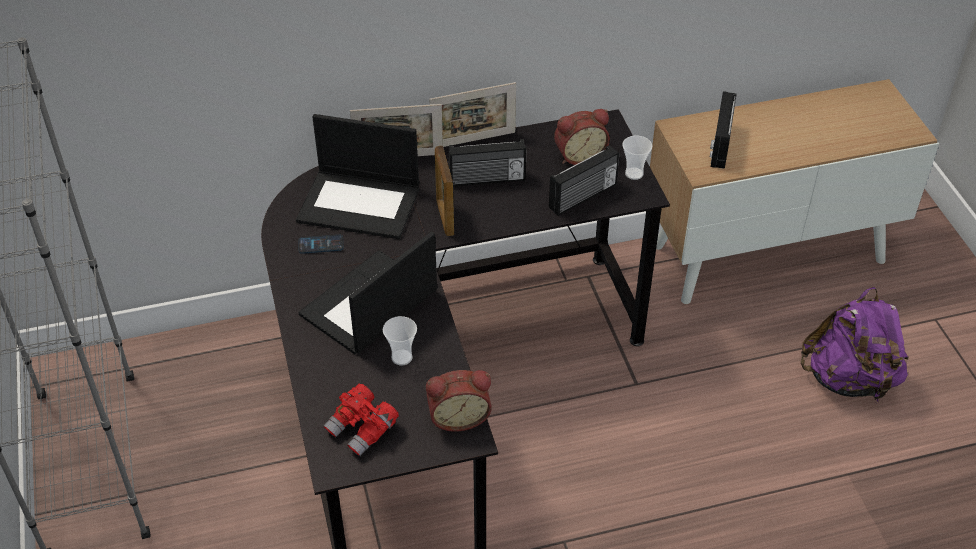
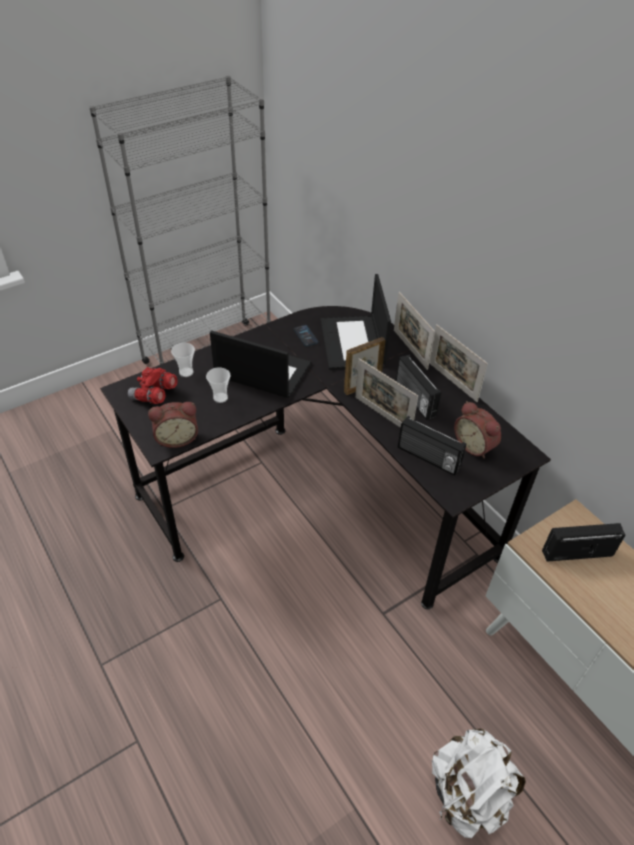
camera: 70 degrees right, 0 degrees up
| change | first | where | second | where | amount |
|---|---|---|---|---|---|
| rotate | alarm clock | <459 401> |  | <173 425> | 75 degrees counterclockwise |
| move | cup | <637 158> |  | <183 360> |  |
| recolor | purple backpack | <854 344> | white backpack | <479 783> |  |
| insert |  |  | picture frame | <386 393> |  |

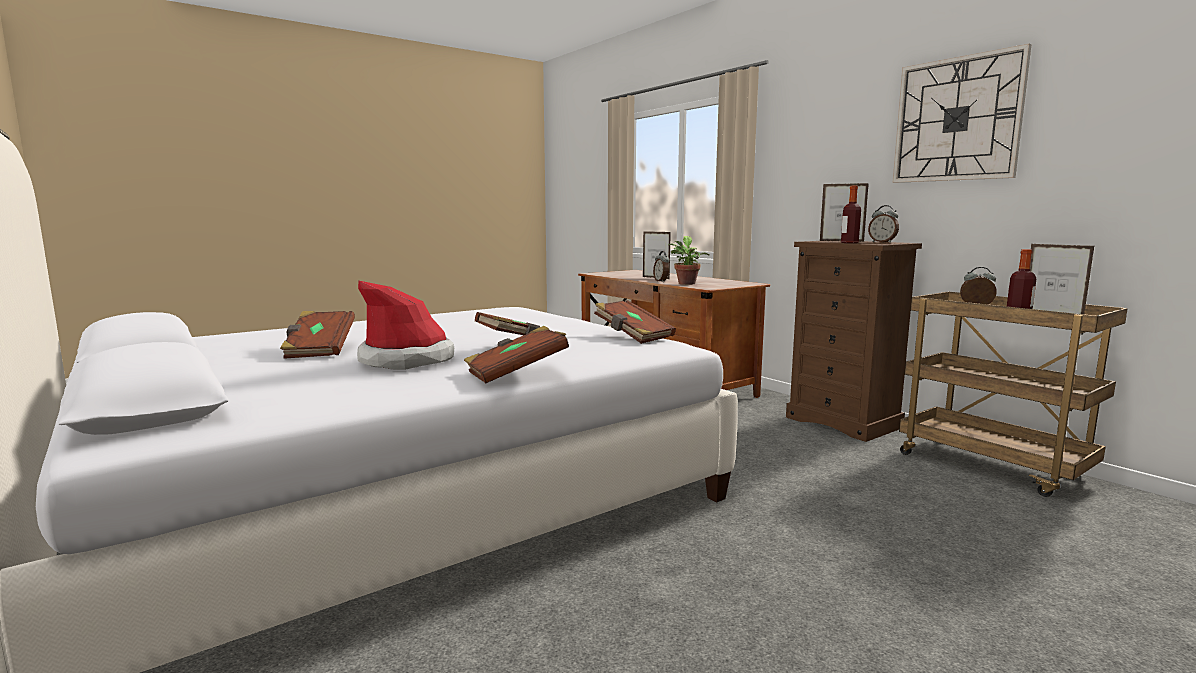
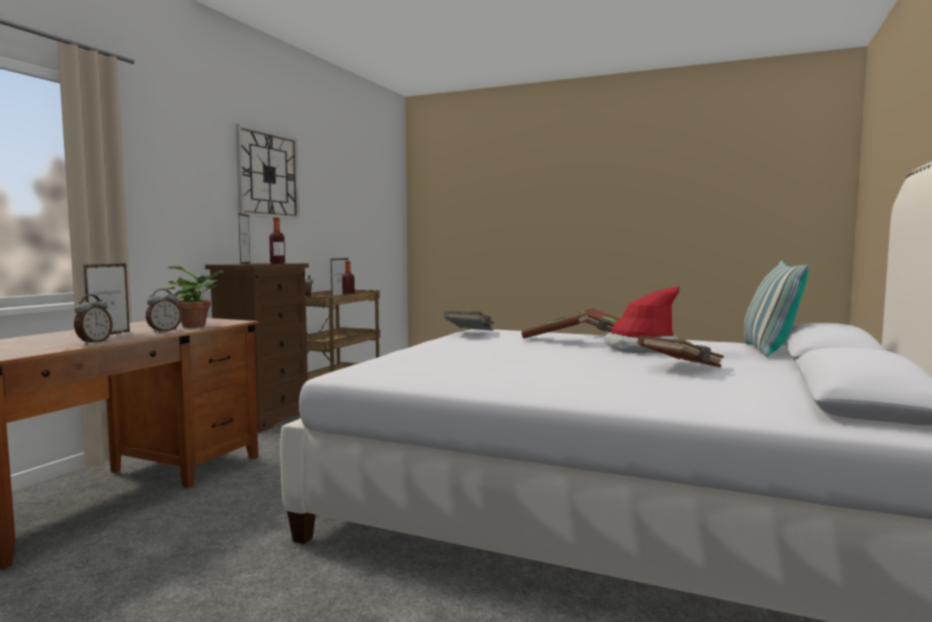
camera: 120 degrees left, 5 degrees down
| change | first | where | second | where | amount |
|---|---|---|---|---|---|
| recolor | brown book | <635 322> | grey book | <469 321> |  |
| move | alarm clock | <883 224> |  | <93 319> |  |
| insert |  |  | pillow | <776 309> |  |

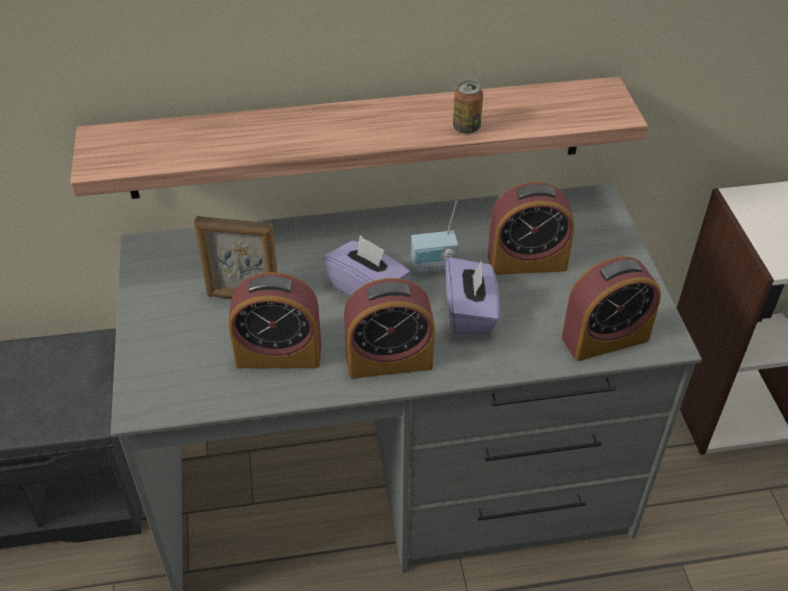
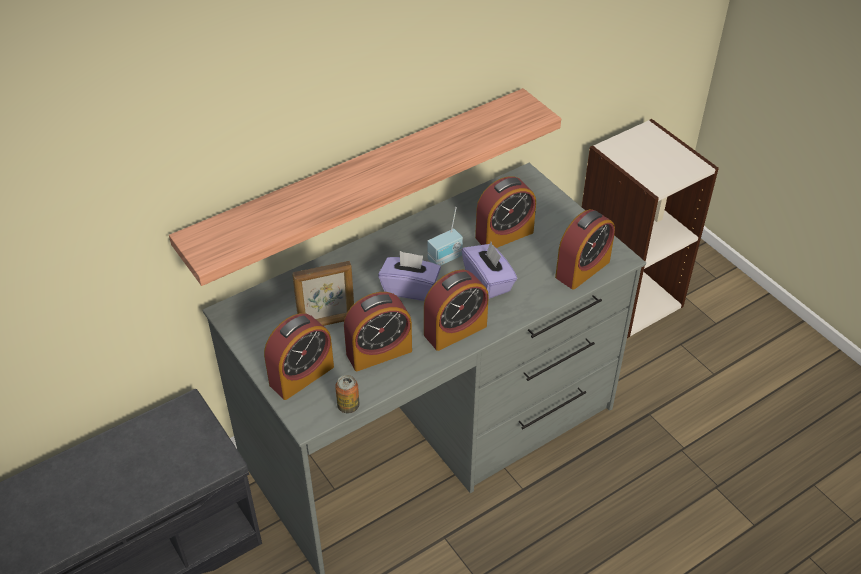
camera: 25 degrees left, 0 degrees up
| change | first | where | second | where | amount |
|---|---|---|---|---|---|
| move | can | <468 107> |  | <347 394> |  |
| insert |  |  | alarm clock | <299 356> |  |

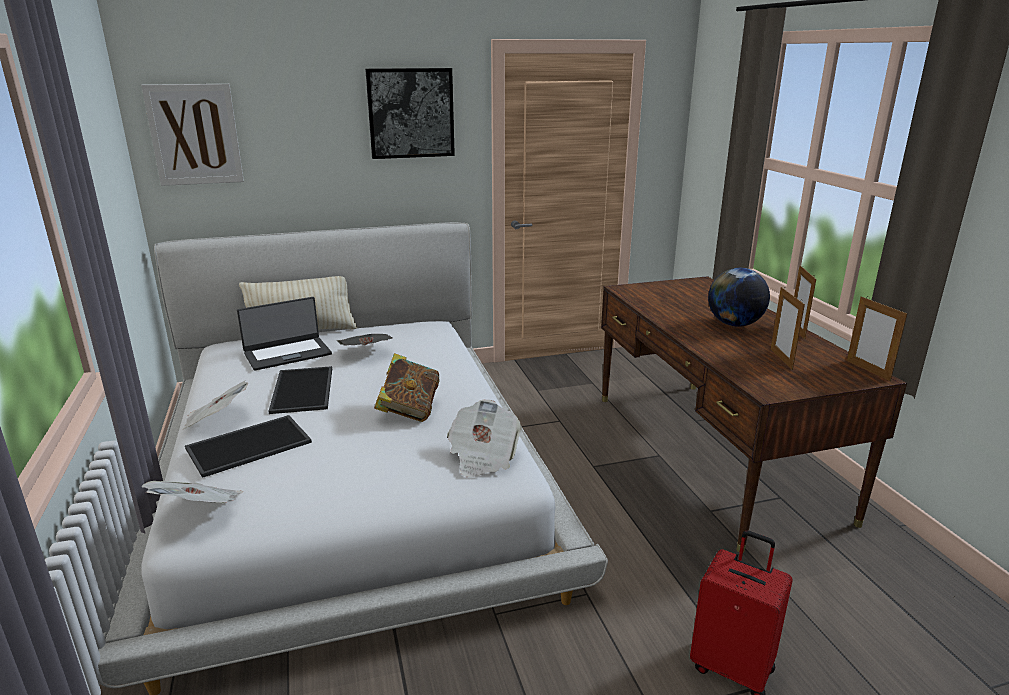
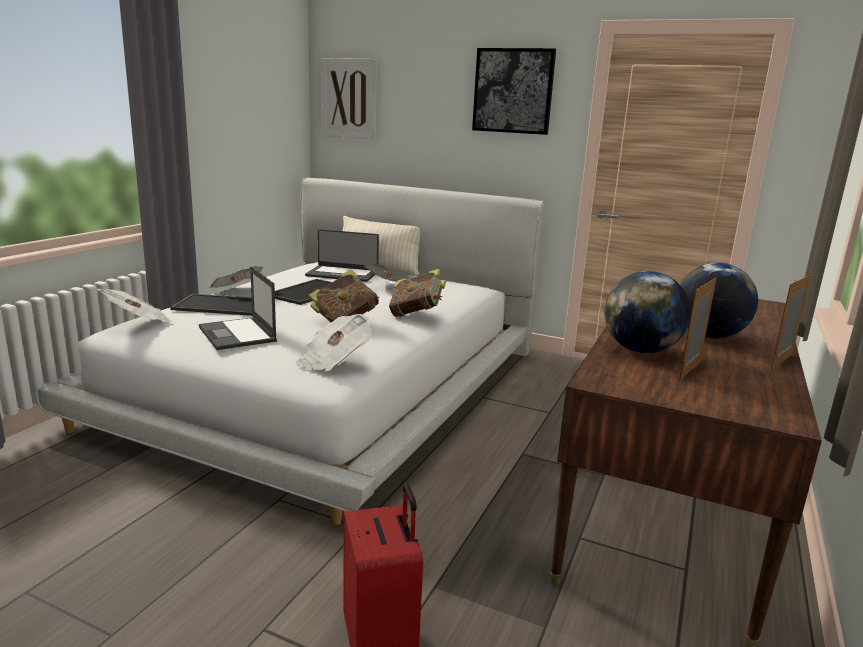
camera: 40 degrees right, 5 degrees down
| change | first | where | second | where | amount |
|---|---|---|---|---|---|
| delete | picture frame | <877 338> |  |  |  |
| insert |  |  | laptop | <238 308> |  |
| insert |  |  | book | <417 293> |  |
| insert |  |  | globe | <648 312> |  |

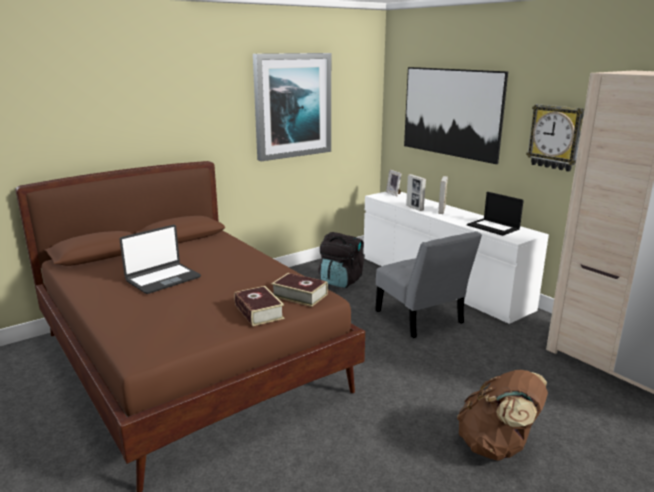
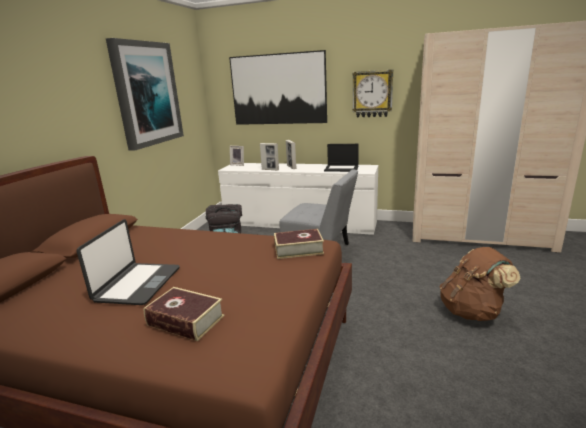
camera: 35 degrees left, 0 degrees up
| change | first | where | second | where | amount |
|---|---|---|---|---|---|
| move | book | <259 306> |  | <183 314> |  |

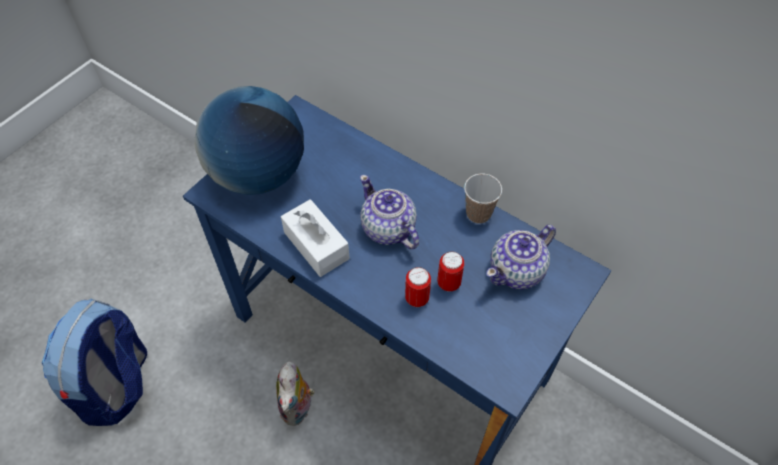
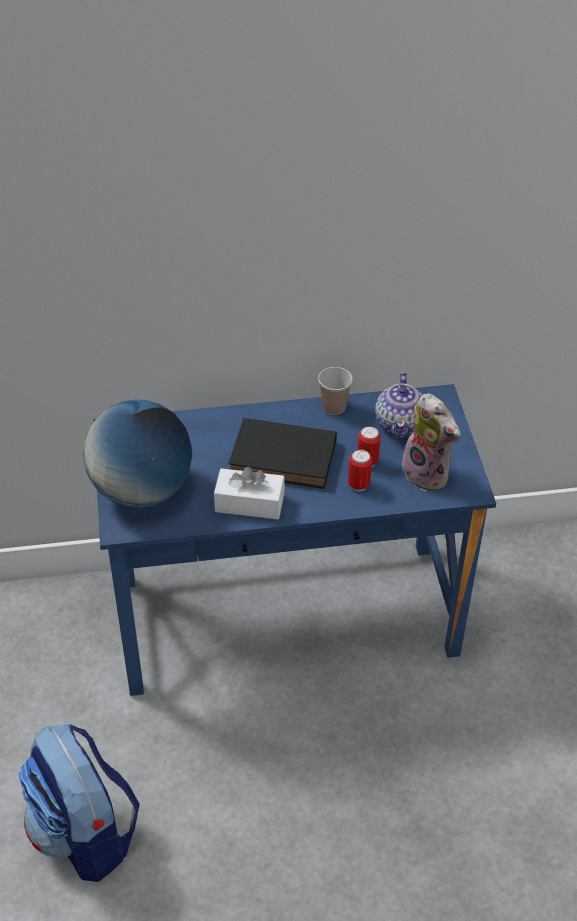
camera: 45 degrees left, 10 degrees down
| change | first | where | second | where | amount |
|---|---|---|---|---|---|
| move | plush toy | <295 393> |  | <430 442> |  |
| replace | teapot | <389 212> | black book | <283 453> |  |

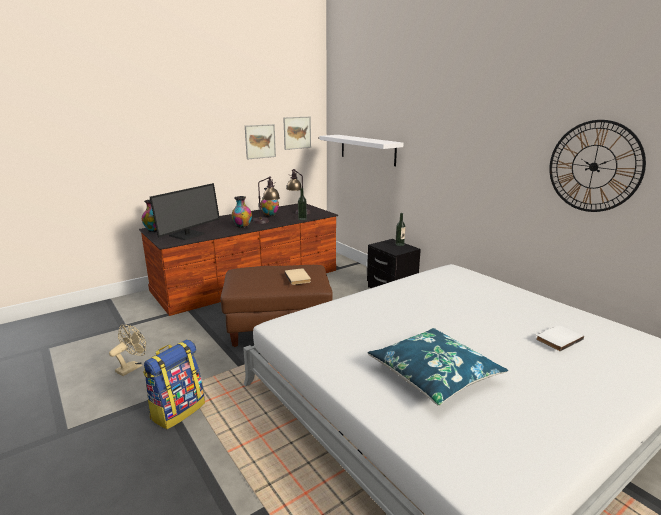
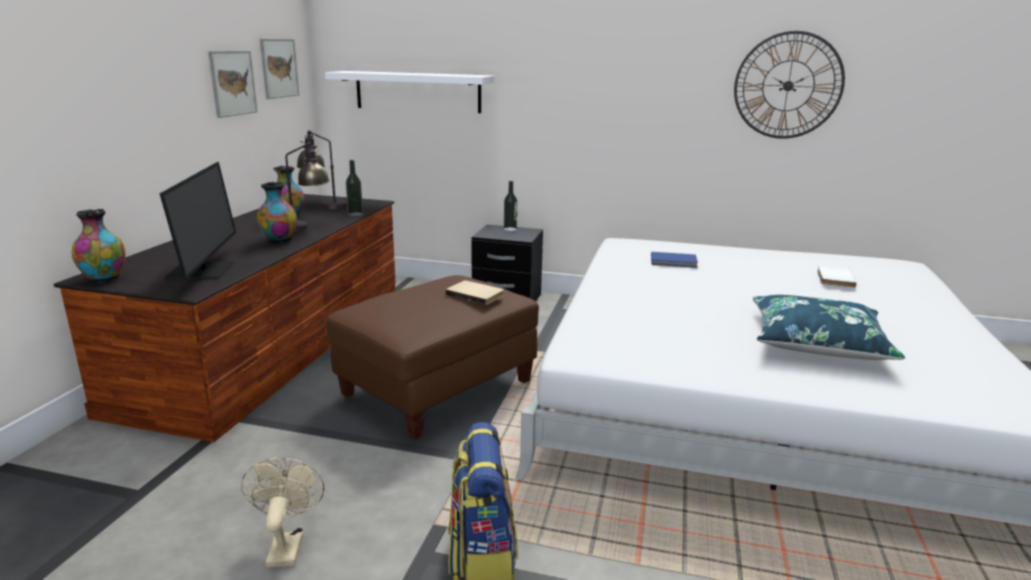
camera: 40 degrees left, 0 degrees up
| change | first | where | second | where | amount |
|---|---|---|---|---|---|
| insert |  |  | blue book | <674 260> |  |

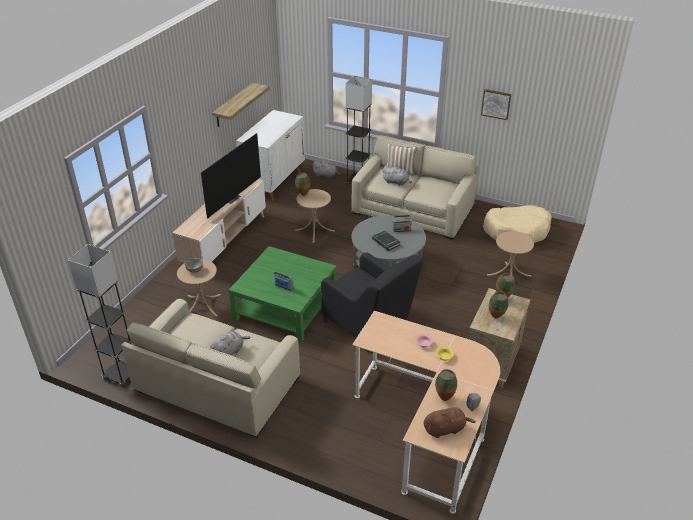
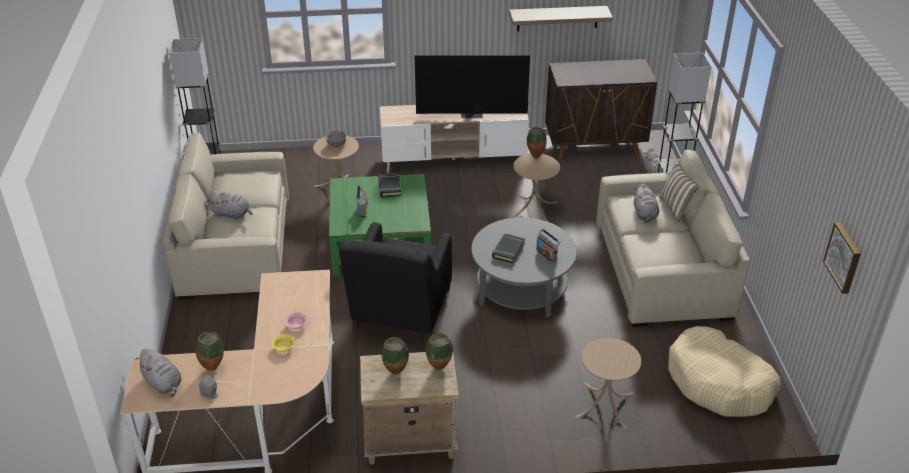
camera: 60 degrees right, 0 degrees up
| change | first | where | second | where | amount |
|---|---|---|---|---|---|
| recolor | white cabinet | <270 155> | brown cabinet | <601 109> |  |
| recolor | brown plush toy | <450 422> | grey plush toy | <158 372> |  |
| move | picture | <496 104> |  | <842 258> |  |
| insert |  |  | black book | <389 185> |  |

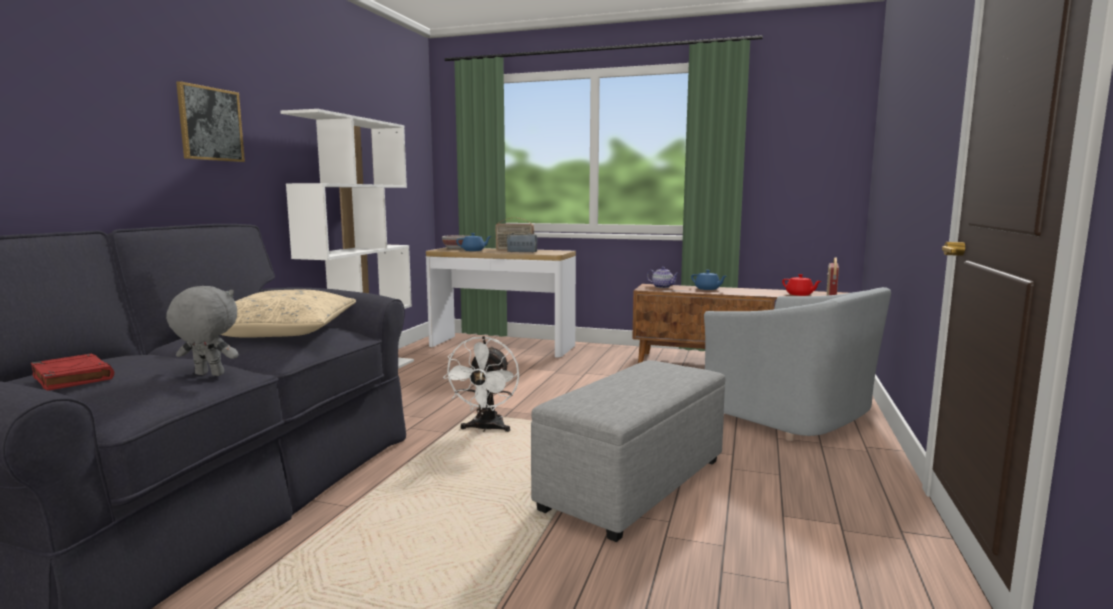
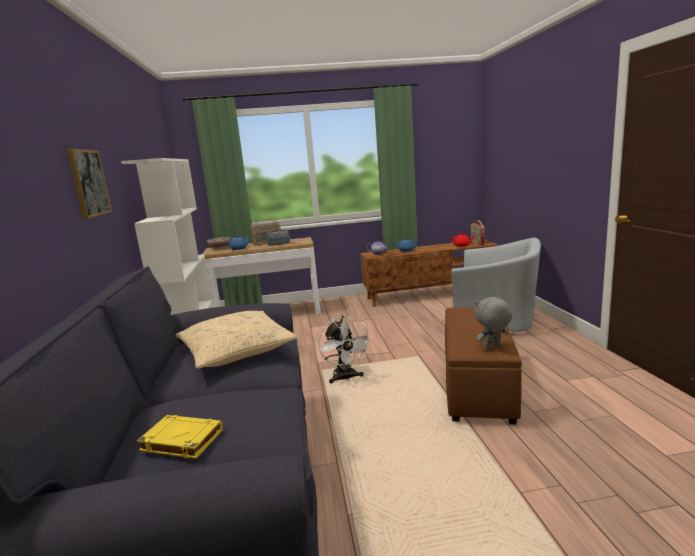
camera: 25 degrees left, 5 degrees up
| change | first | where | second | where | amount |
|---|---|---|---|---|---|
| recolor | red book | <72 372> | yellow book | <180 437> |  |
| move | grey plush toy | <202 331> |  | <494 322> |  |
| recolor | grey ottoman | <628 451> | brown ottoman | <483 366> |  |

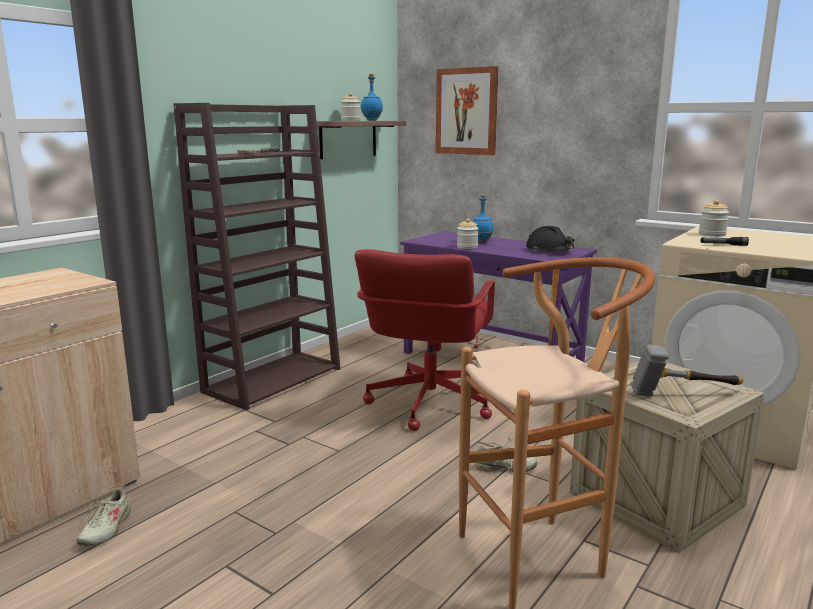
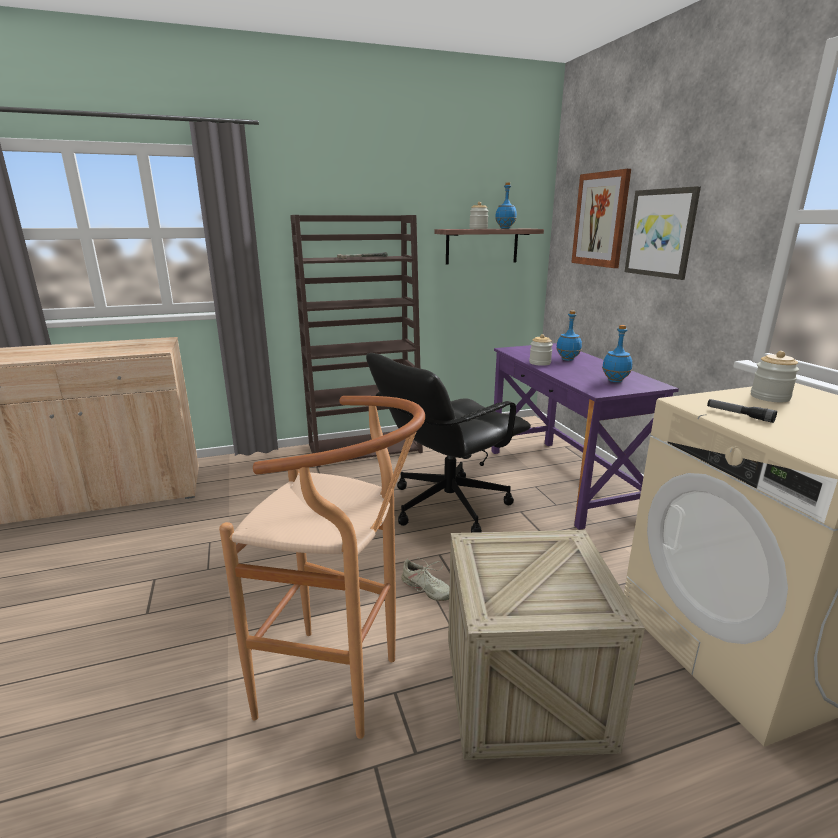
camera: 35 degrees right, 5 degrees up
| change | first | where | second | where | amount |
|---|---|---|---|---|---|
| delete | beige shoe | <104 516> |  |  |  |
| recolor | red office chair | <425 340> | black office chair | <448 443> |  |
| replace | black hard hat | <550 239> | blue bottle | <617 354> |  |
| delete | hammer | <687 370> |  |  |  |
| insert |  |  | picture | <663 233> |  |

